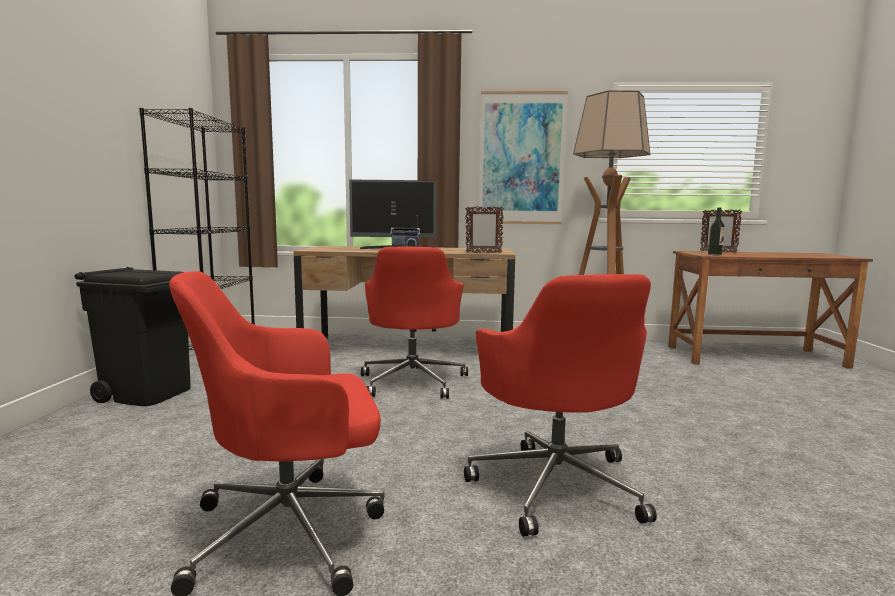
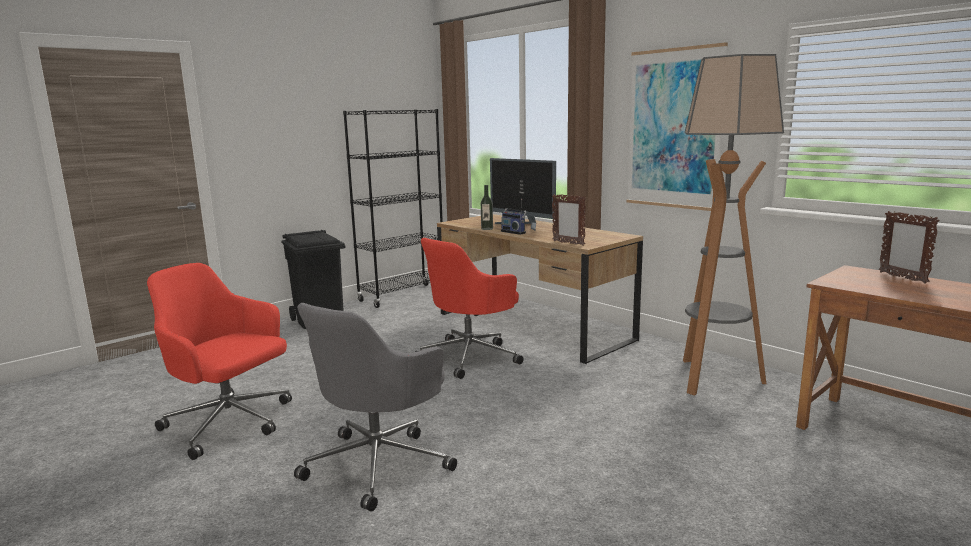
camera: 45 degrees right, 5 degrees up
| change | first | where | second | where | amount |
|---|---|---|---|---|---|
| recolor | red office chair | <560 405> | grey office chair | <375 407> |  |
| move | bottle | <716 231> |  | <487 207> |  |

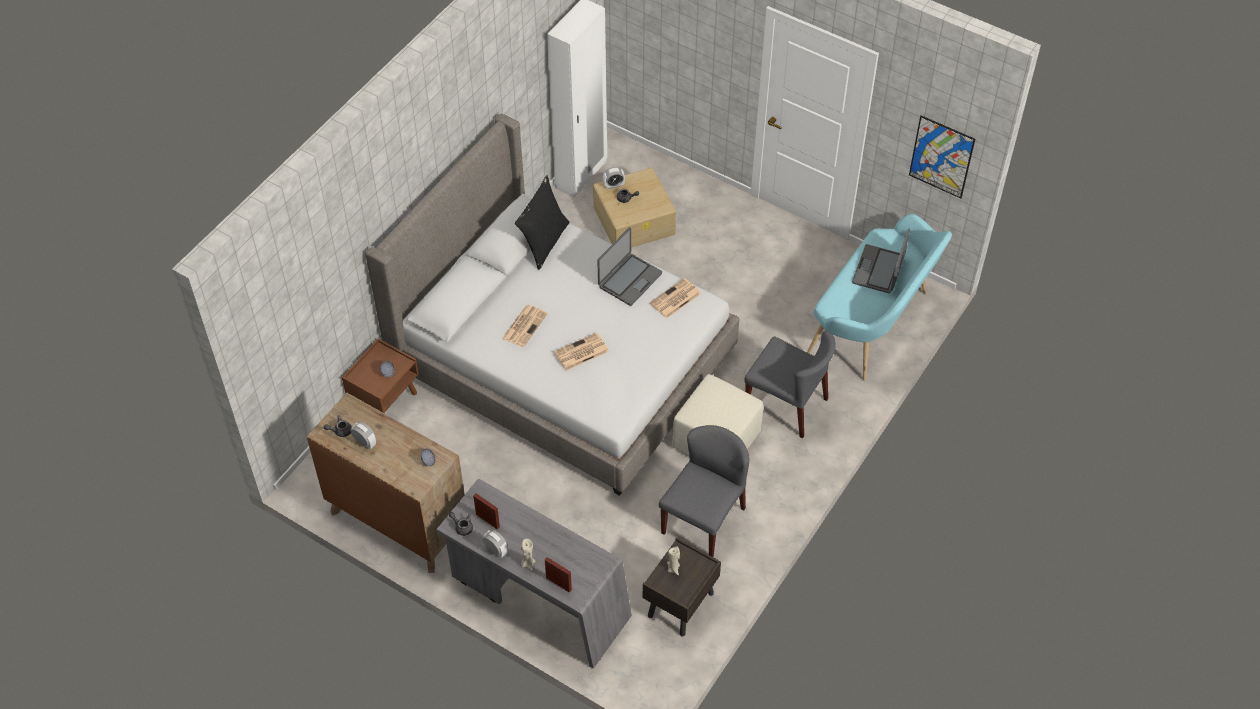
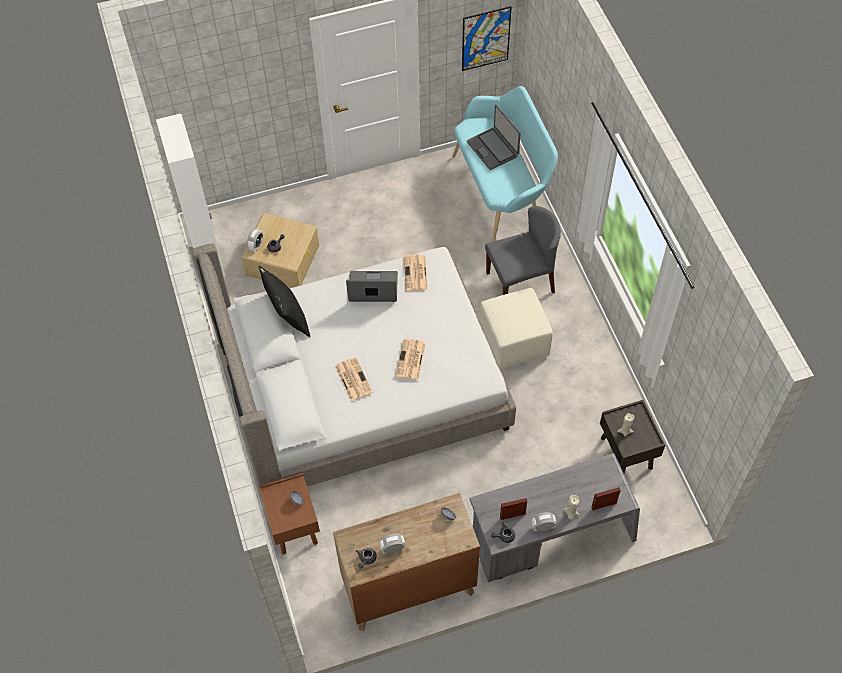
camera: 50 degrees left, 5 degrees up
| change | first | where | second | where | amount |
|---|---|---|---|---|---|
| rotate | laptop | <629 266> |  | <372 286> | 75 degrees counterclockwise |
| delete | grey chair | <704 491> |  |  |  |

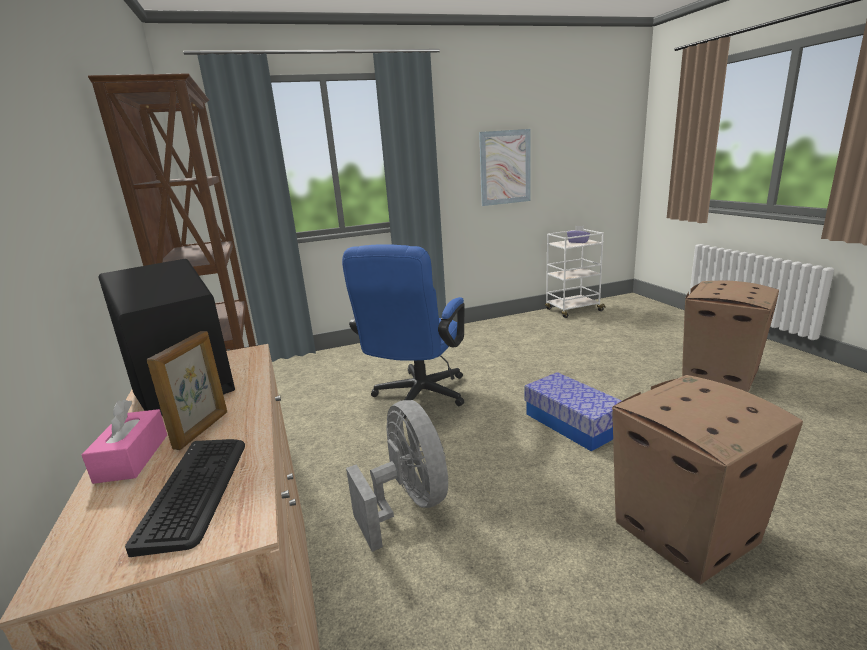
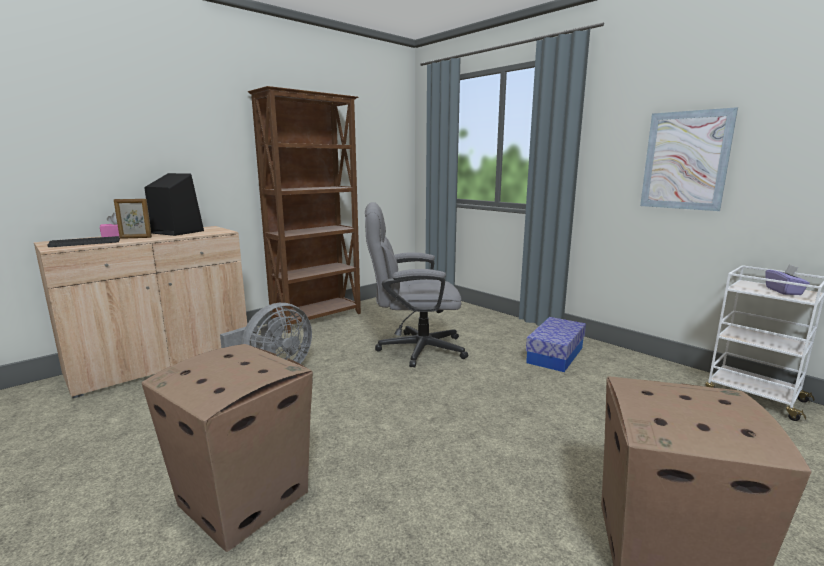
camera: 65 degrees right, 5 degrees down
| change | first | where | second | where | amount |
|---|---|---|---|---|---|
| recolor | blue office chair | <403 331> | grey office chair | <416 285> |  |
| move | storage box | <573 411> |  | <556 344> |  |

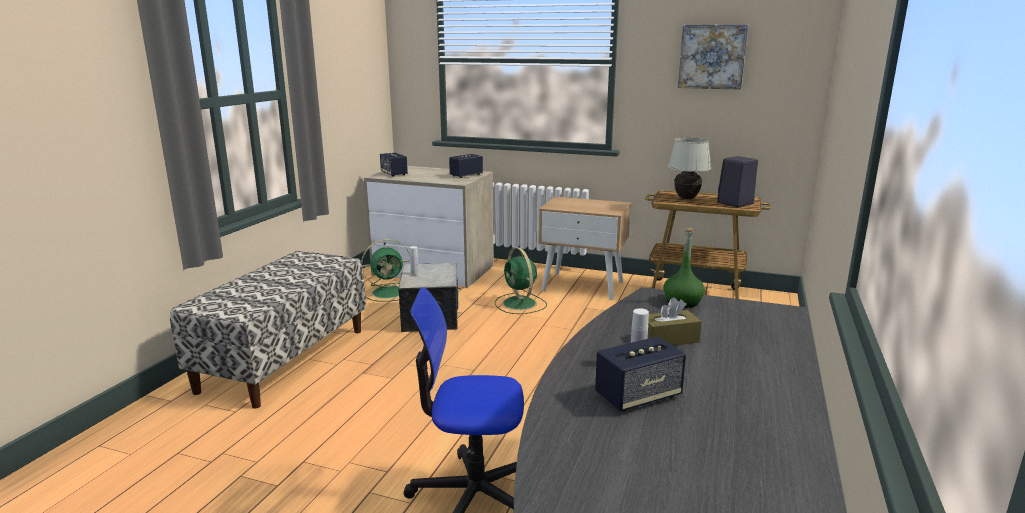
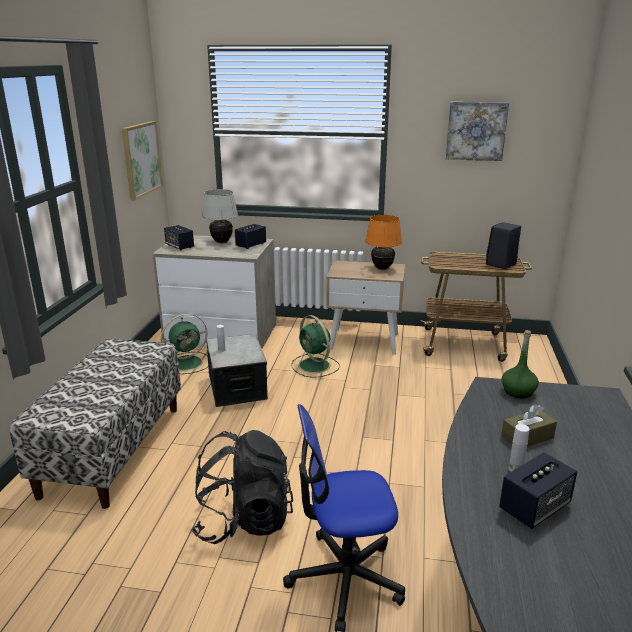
camera: 10 degrees left, 5 degrees up
| change | first | where | second | where | amount |
|---|---|---|---|---|---|
| move | white table lamp | <689 168> |  | <220 216> |  |
| insert |  |  | picture | <142 160> |  |
| insert |  |  | black backpack | <242 487> |  |
| insert |  |  | orange table lamp | <383 242> |  |

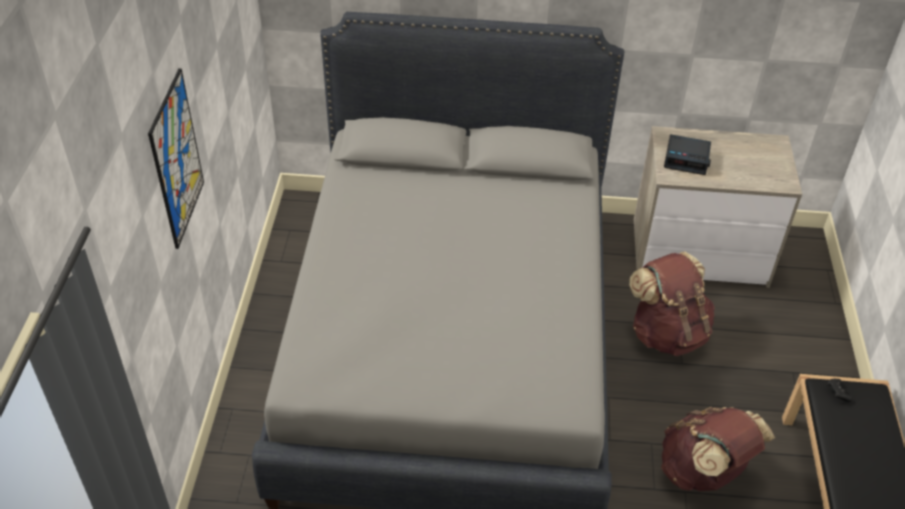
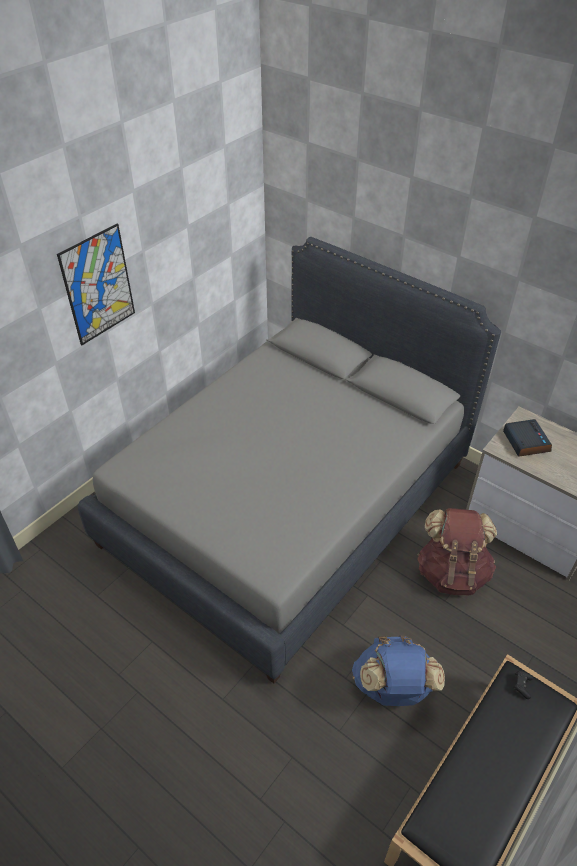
camera: 35 degrees right, 0 degrees up
| change | first | where | second | where | amount |
|---|---|---|---|---|---|
| recolor | brown backpack | <718 449> | blue backpack | <398 670> |  |
| rotate | alarm clock | <687 154> |  | <527 438> | 150 degrees counterclockwise |

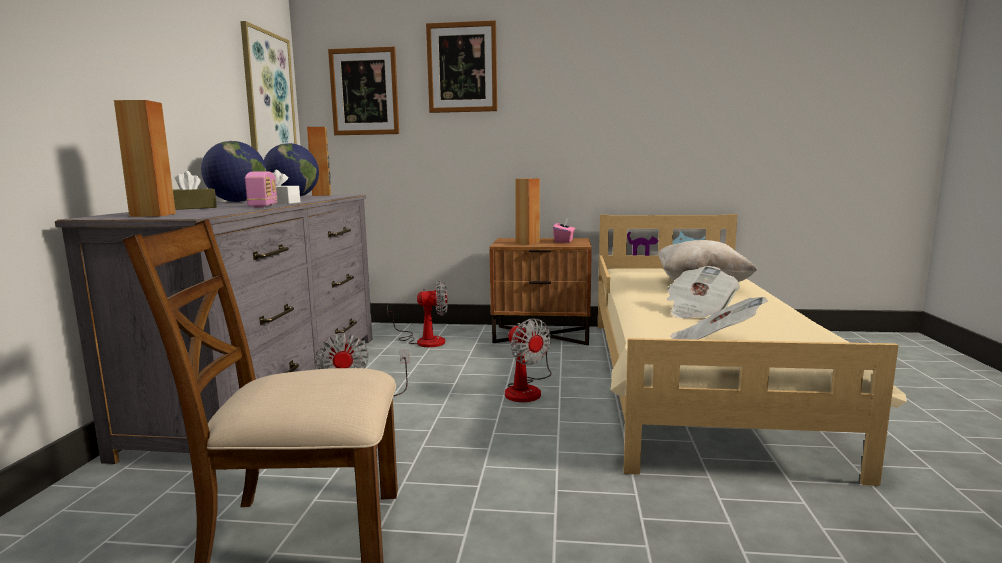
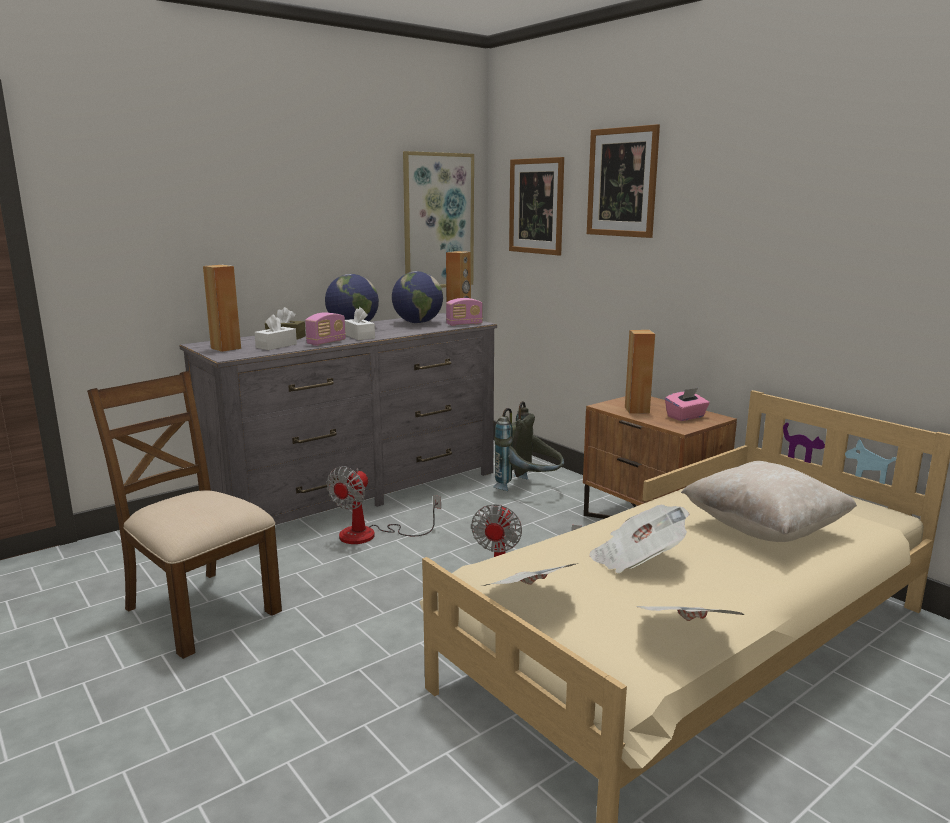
camera: 45 degrees right, 5 degrees up
| change | first | where | second | where | amount |
|---|---|---|---|---|---|
| replace | fan | <417 313> | grey backpack | <529 446> |  |
| insert |  |  | white tissue box | <275 332> |  |
| insert |  |  | radio | <464 312> |  |
| insert |  |  | newspaper | <690 613> |  |

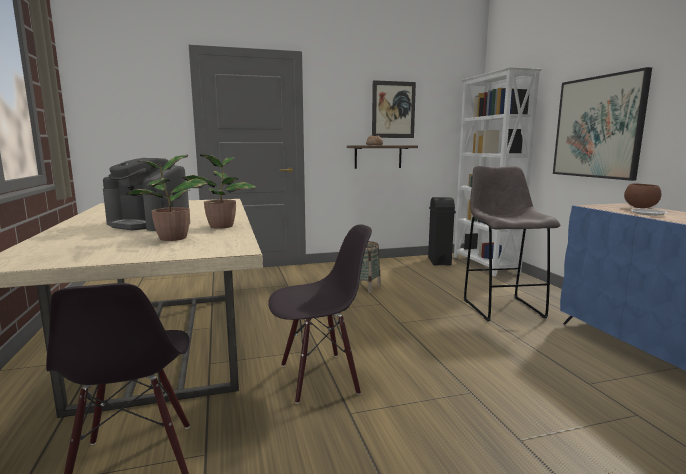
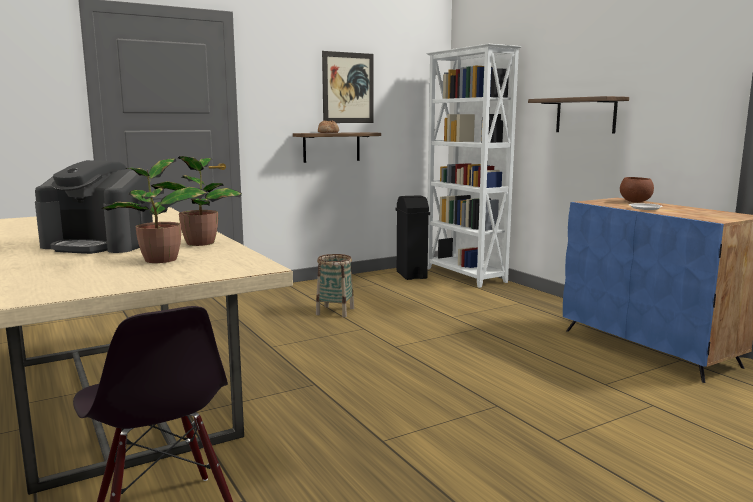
camera: 15 degrees left, 0 degrees up
| change | first | where | second | where | amount |
|---|---|---|---|---|---|
| delete | black chair | <320 314> |  |  |  |
| delete | grey stool | <512 243> |  |  |  |
| replace | picture | <602 124> | shelf | <578 115> |  |

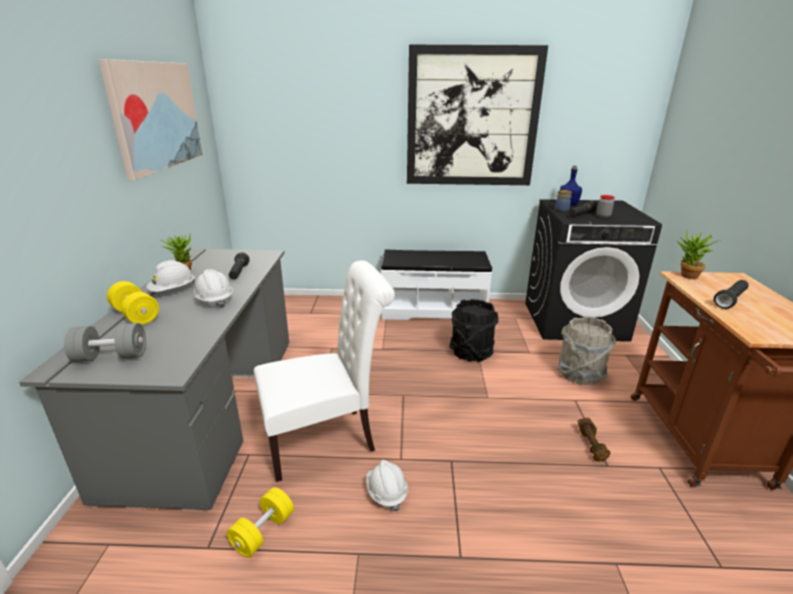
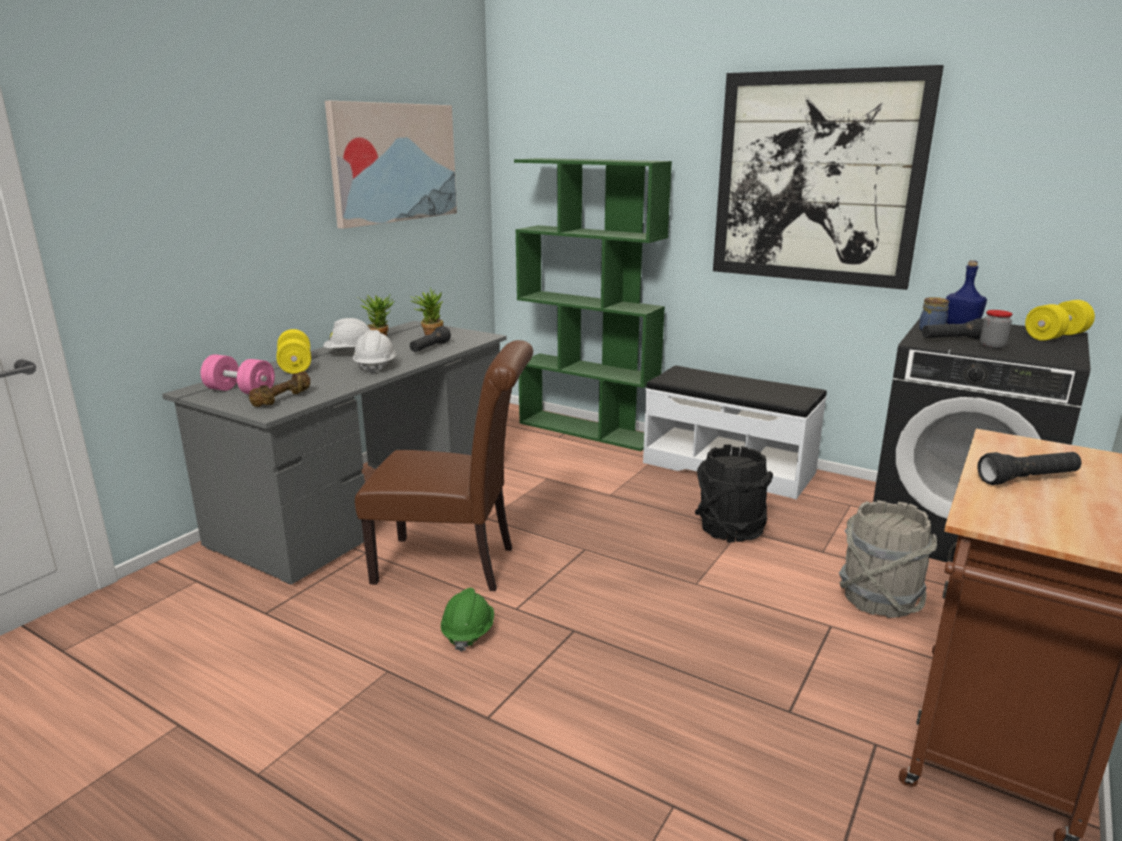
camera: 30 degrees right, 5 degrees down
| change | first | where | second | where | amount |
|---|---|---|---|---|---|
| recolor | grey dumbbell | <105 342> | pink dumbbell | <238 374> |  |
| move | yellow dumbbell | <260 522> |  | <1060 320> |  |
| recolor | white chair | <324 371> | brown chair | <444 465> |  |
| recolor | white hard hat | <387 485> | green hard hat | <467 620> |  |
| move | brown dumbbell | <594 440> |  | <279 389> |  |
| move | potted plant | <698 254> |  | <426 311> |  |
| insert |  |  | green bookcase | <593 304> |  |

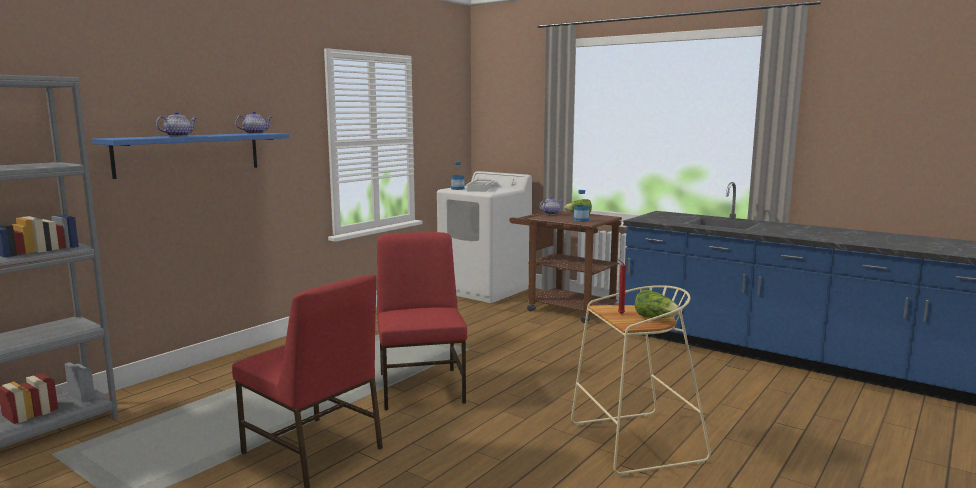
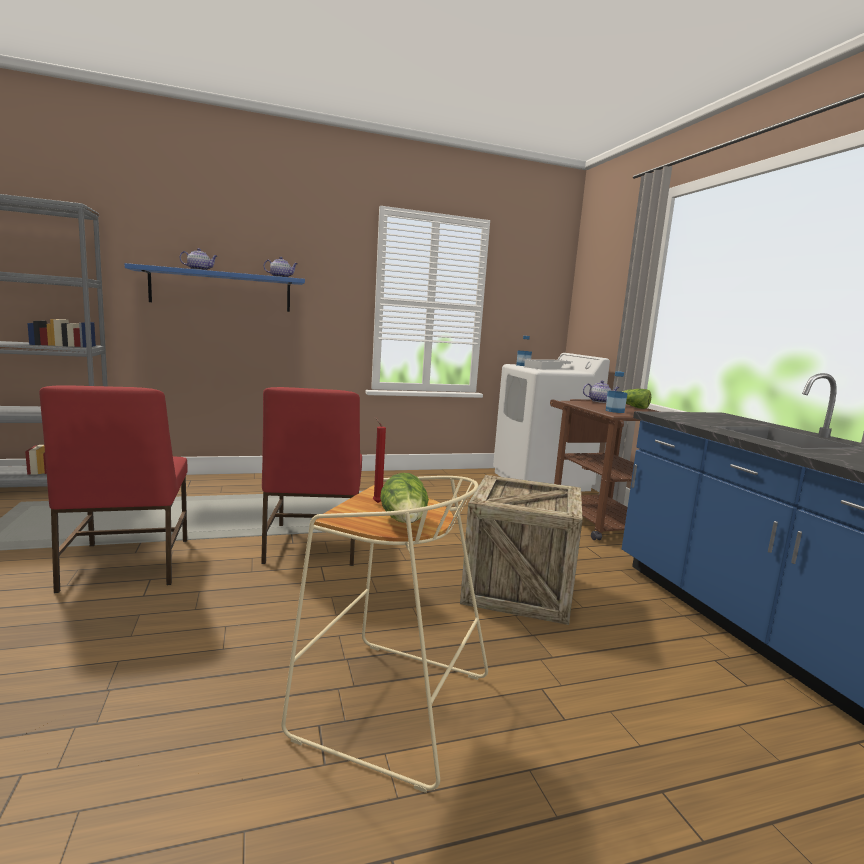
camera: 35 degrees right, 0 degrees up
| change | first | where | second | where | amount |
|---|---|---|---|---|---|
| rotate | red chair | <422 321> |  | <311 476> | 150 degrees clockwise |
| insert |  |  | crate | <521 550> |  |

